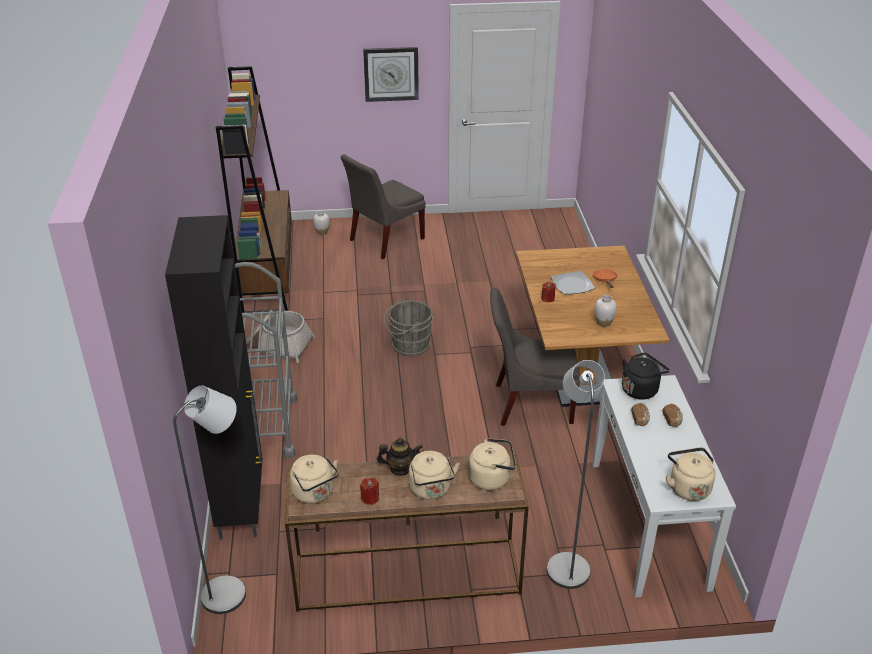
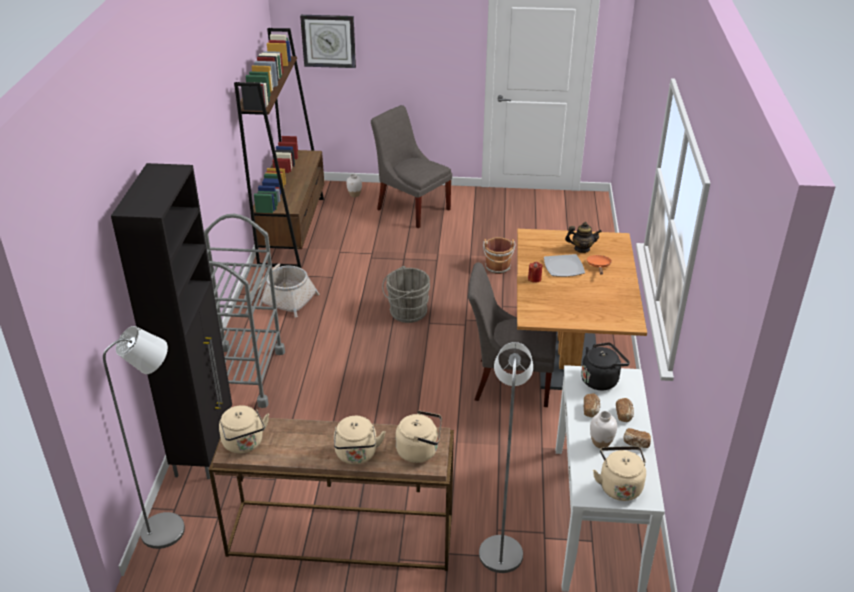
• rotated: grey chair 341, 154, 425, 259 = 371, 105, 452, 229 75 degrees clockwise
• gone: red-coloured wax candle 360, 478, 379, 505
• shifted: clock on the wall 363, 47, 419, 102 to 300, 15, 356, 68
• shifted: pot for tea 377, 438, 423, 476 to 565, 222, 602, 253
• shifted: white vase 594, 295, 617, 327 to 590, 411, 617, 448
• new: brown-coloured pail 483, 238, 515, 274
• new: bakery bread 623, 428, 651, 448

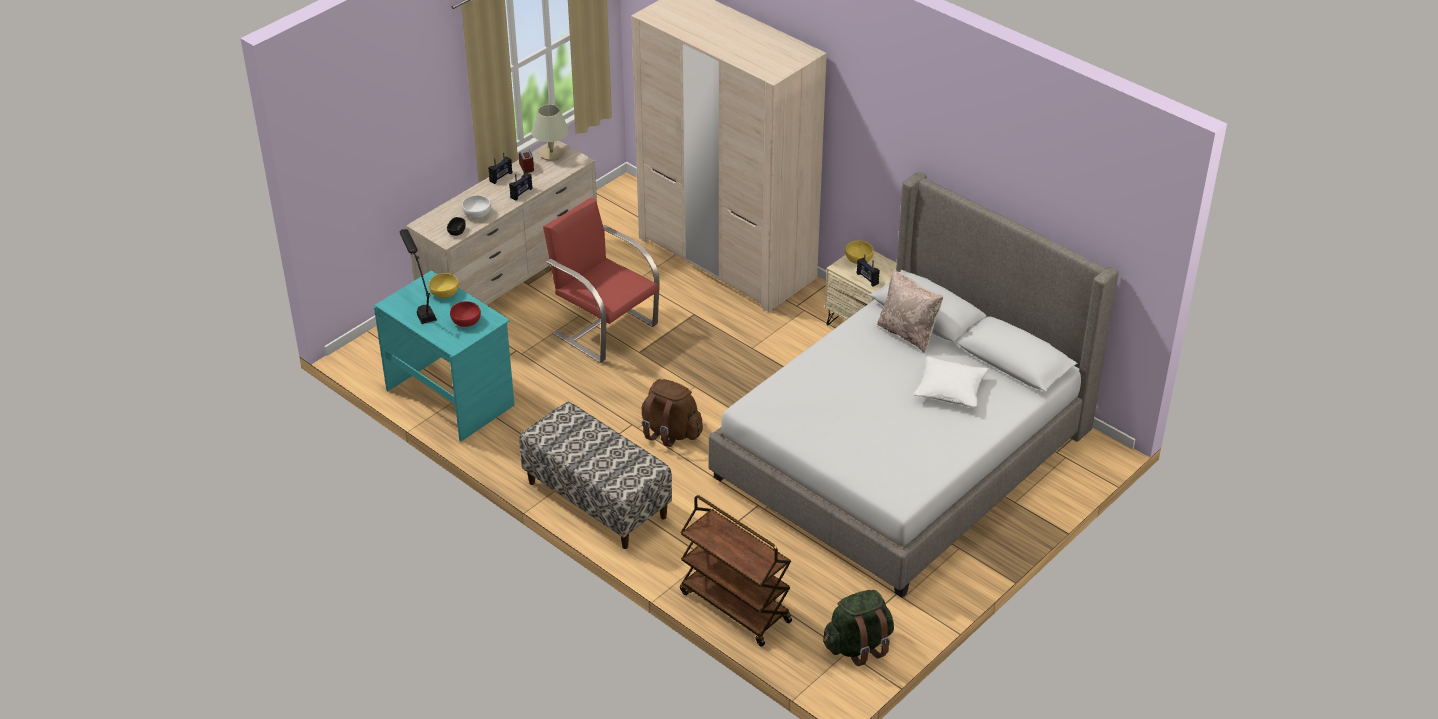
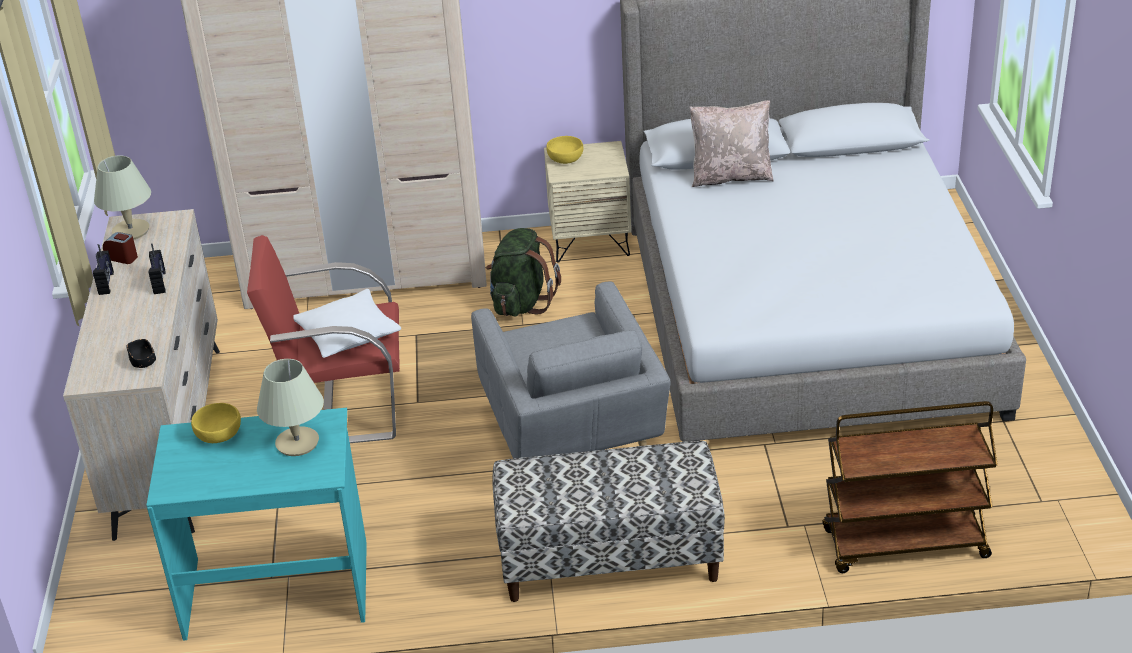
• gone: black-coloured table lamp 400, 229, 437, 324
• swapped: red-coloured deep dish 450, 301, 481, 327 to sand-coloured table lamp 257, 359, 324, 456
• gone: white deep dish 462, 195, 491, 219
• swapped: brown-coloured knapsack 642, 379, 703, 447 to grey easy chair 471, 282, 671, 460
• shifted: greenish knapsack 823, 590, 894, 666 to 486, 228, 561, 316
• gone: radio 857, 254, 880, 286
• shifted: white throw pillow 914, 356, 989, 408 to 293, 289, 401, 358

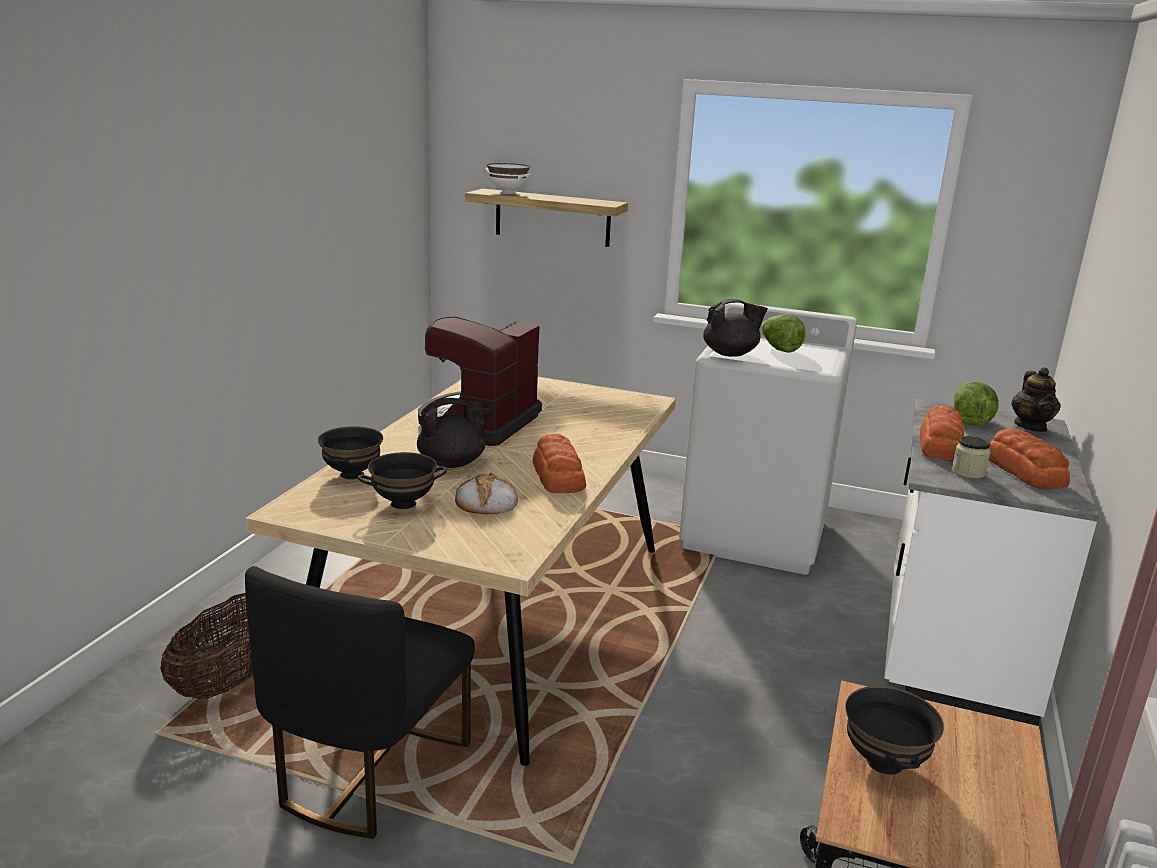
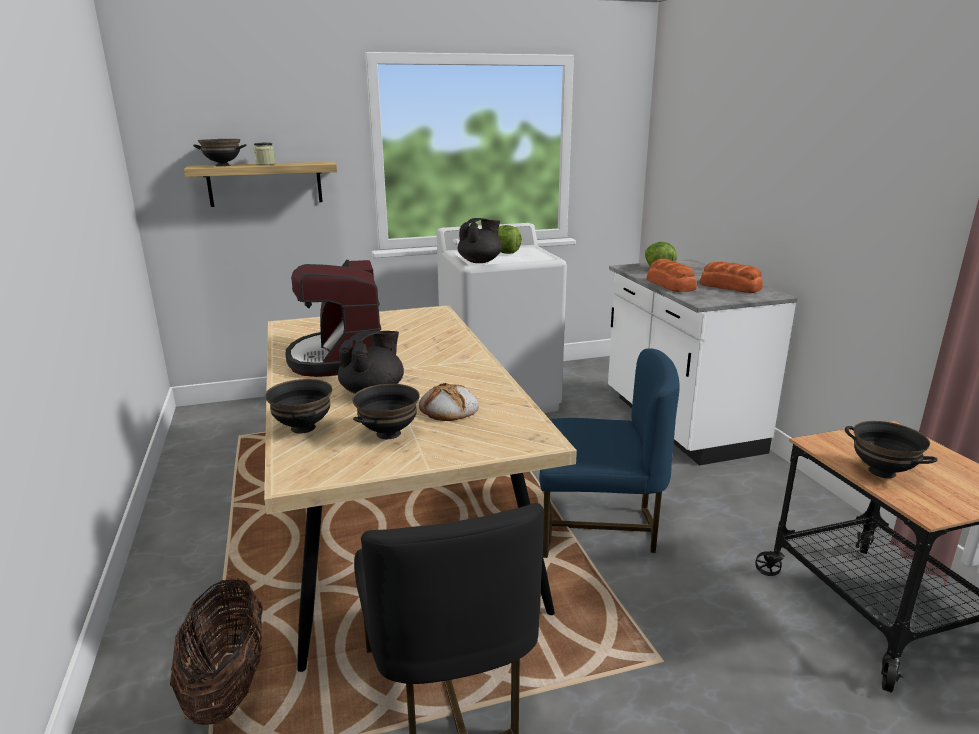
• repainted: white deep dish 485, 163, 532, 194 to black-coloured deep dish 193, 139, 247, 166
• gone: bakery bread 533, 434, 586, 493
• shifted: jar 952, 436, 990, 479 to 254, 143, 275, 165
• gone: pot for tea 1011, 367, 1061, 432
• new: bluish chair 539, 348, 680, 558

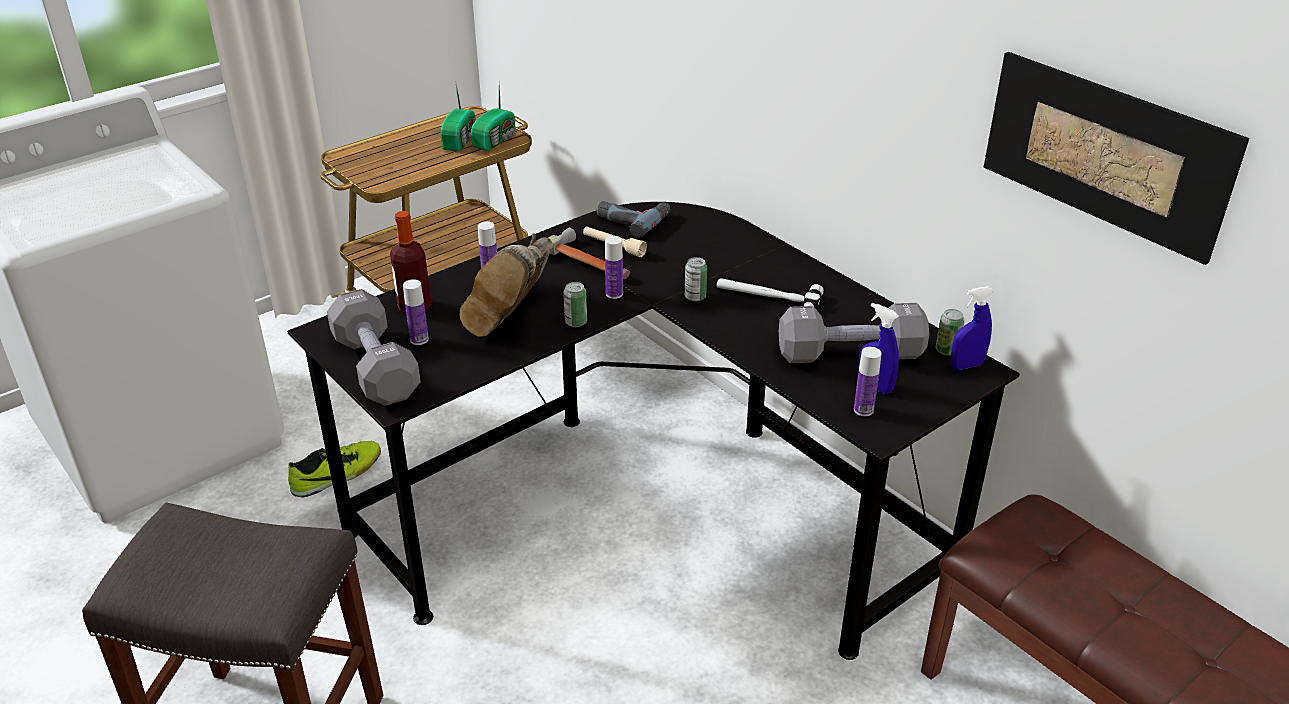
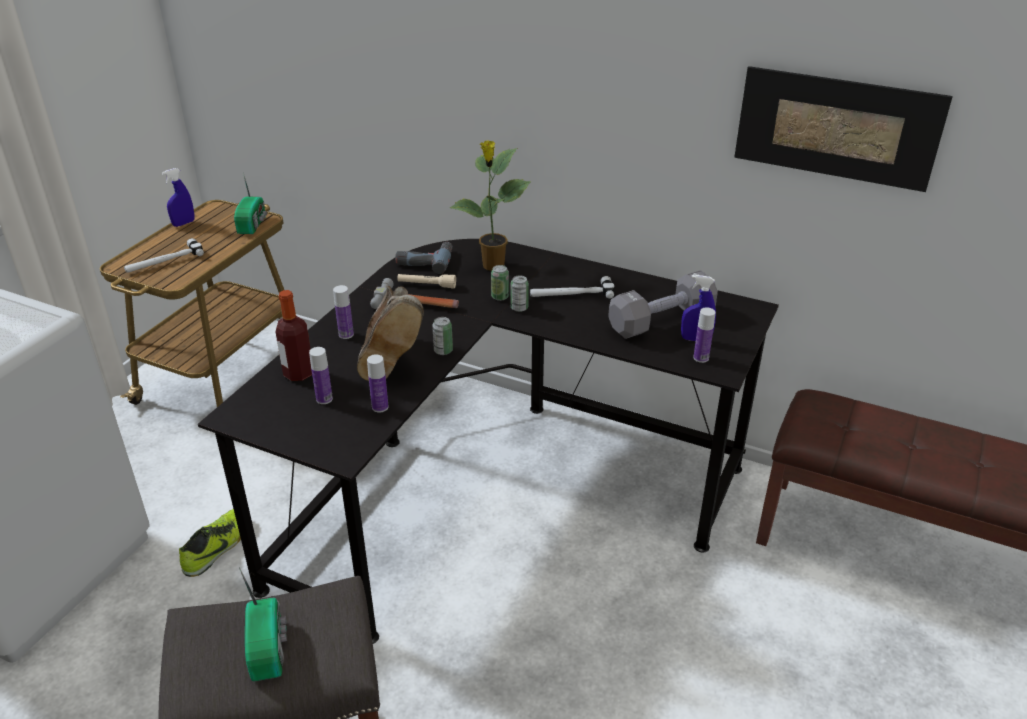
• gone: grey dumbbell 327, 289, 421, 406
• shifted: radio 440, 84, 476, 151 to 239, 567, 287, 681
• shifted: beverage bottle 605, 236, 623, 299 to 367, 354, 389, 412
• shifted: metal can 936, 309, 965, 356 to 491, 265, 509, 301
• shifted: bluish hand sprayer 951, 286, 994, 370 to 162, 168, 195, 227
• new: hand hammer 124, 238, 204, 273
• new: potted plant 450, 140, 530, 271

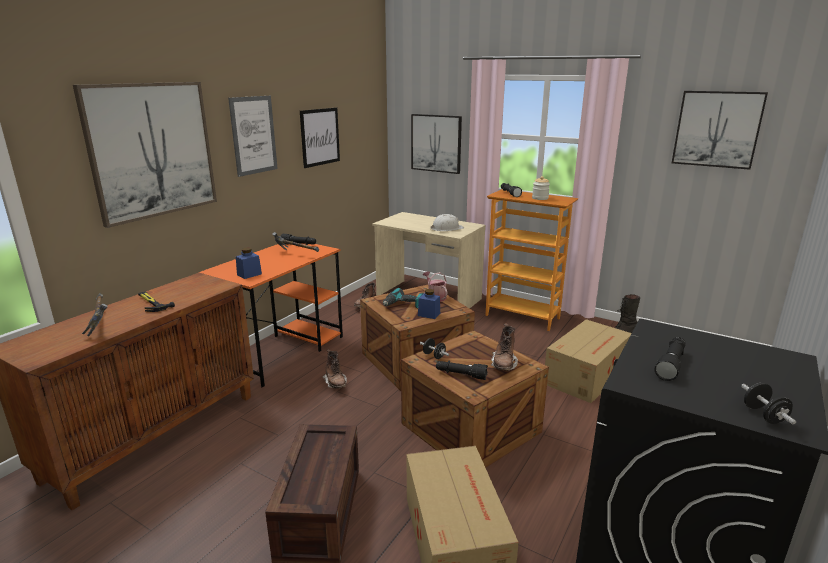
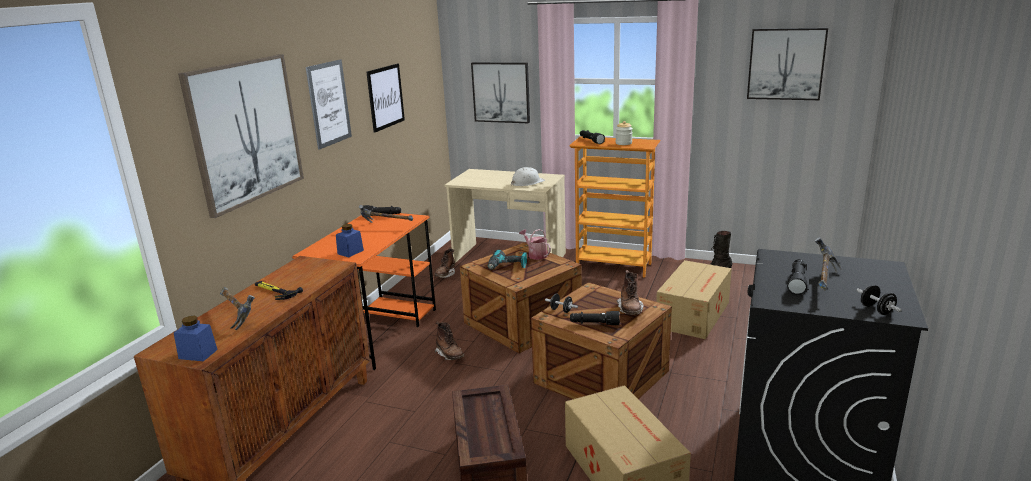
• shifted: bluish jar 418, 289, 440, 319 to 174, 316, 218, 361
• new: hand hammer 815, 237, 843, 291

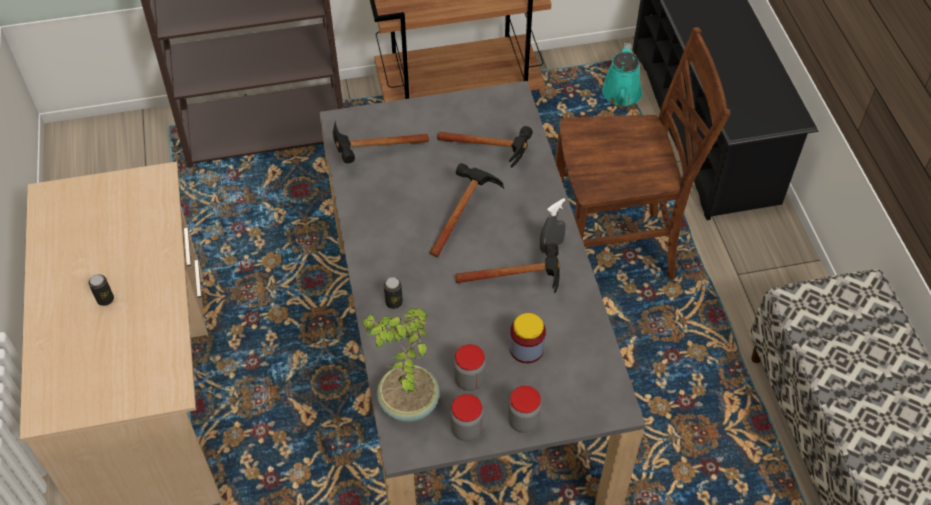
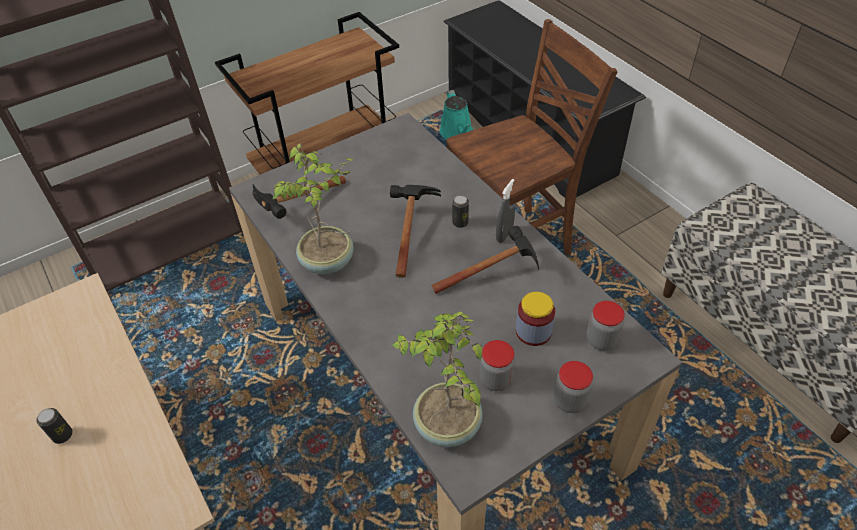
• shifted: metal can 384, 277, 403, 309 to 452, 195, 469, 228
• gone: hand hammer 437, 126, 533, 168
• shifted: jar 450, 394, 483, 441 to 586, 301, 625, 351
• new: potted plant 272, 143, 354, 274

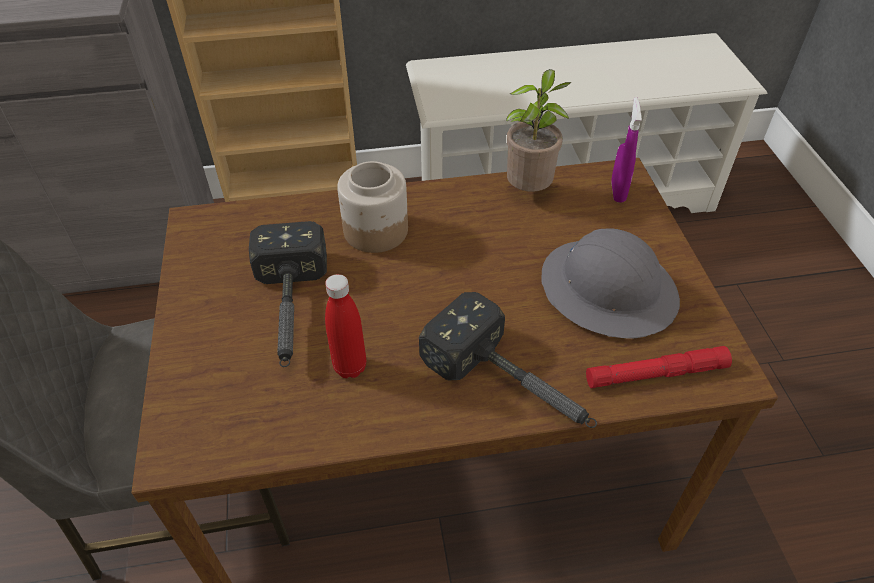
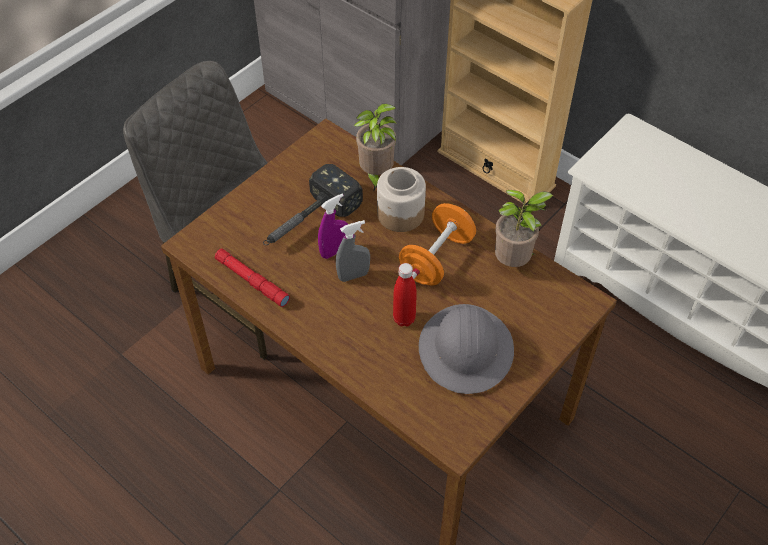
• shifted: red-coloured beverage bottle 325, 274, 366, 378 to 393, 263, 417, 327
• gone: hand hammer 419, 292, 597, 428
• shifted: red-coloured torch 586, 346, 732, 388 to 215, 249, 290, 307
• shifted: purple-coloured hand sprayer 611, 97, 642, 203 to 318, 194, 348, 259
• new: grey hand sprayer 336, 220, 370, 282
• new: potted plant 354, 104, 397, 190
• new: orangey dumbbell 399, 203, 476, 285

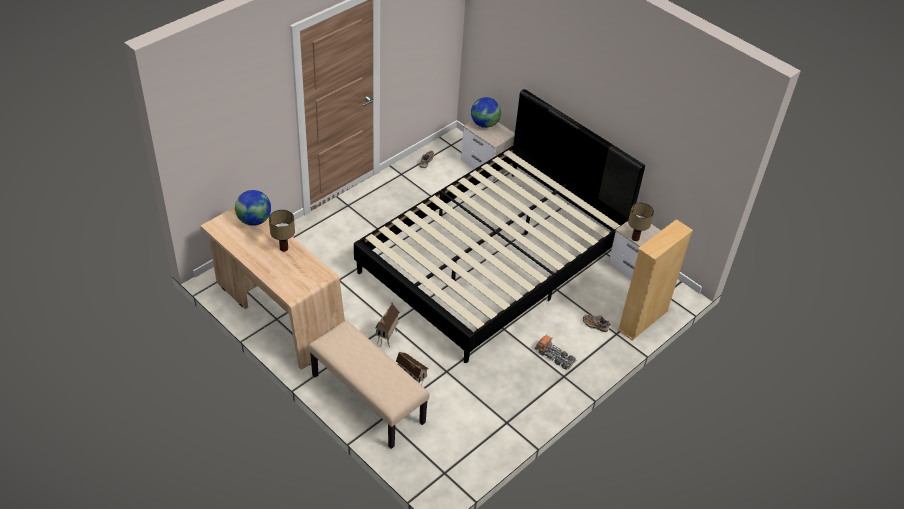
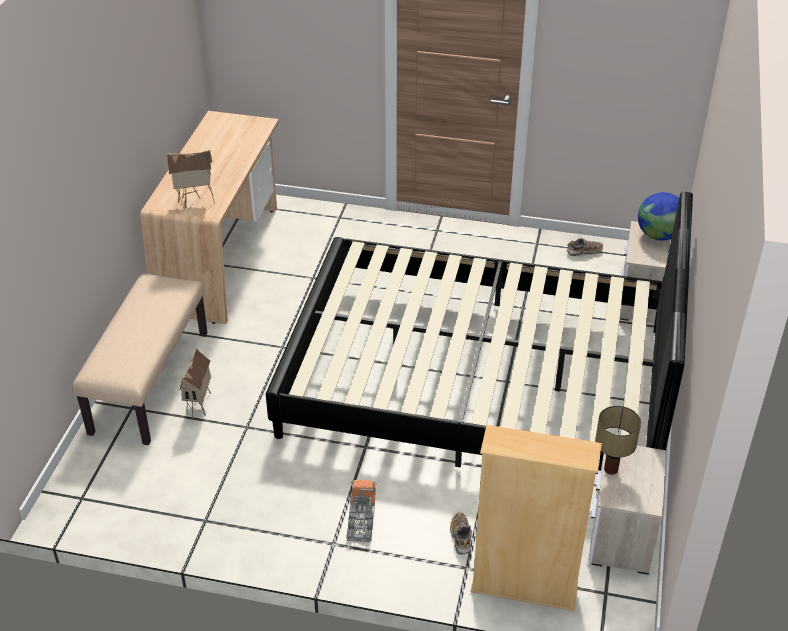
• gone: world globe 235, 190, 271, 226
• gone: table lamp 269, 210, 295, 252
• shifted: model house 375, 303, 400, 348 to 167, 150, 215, 208

